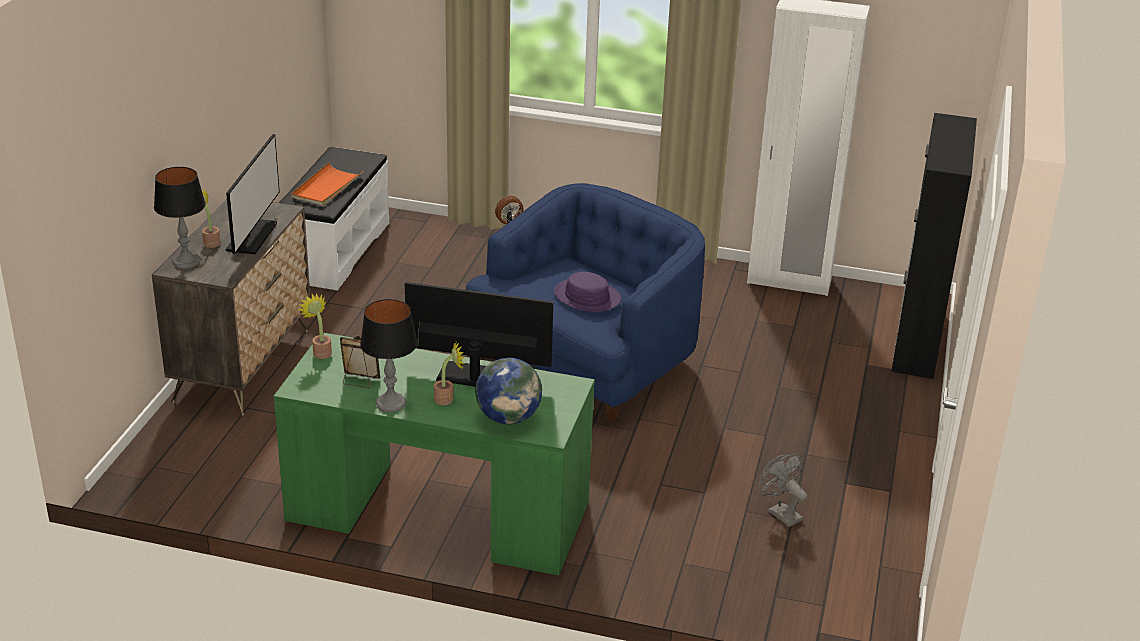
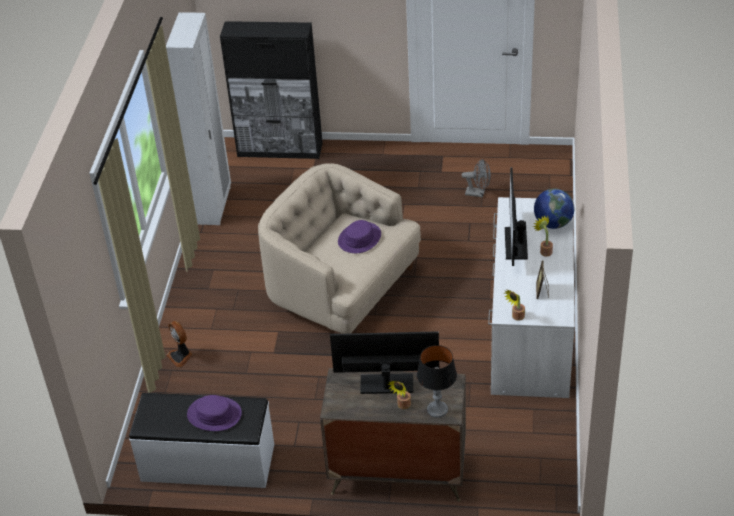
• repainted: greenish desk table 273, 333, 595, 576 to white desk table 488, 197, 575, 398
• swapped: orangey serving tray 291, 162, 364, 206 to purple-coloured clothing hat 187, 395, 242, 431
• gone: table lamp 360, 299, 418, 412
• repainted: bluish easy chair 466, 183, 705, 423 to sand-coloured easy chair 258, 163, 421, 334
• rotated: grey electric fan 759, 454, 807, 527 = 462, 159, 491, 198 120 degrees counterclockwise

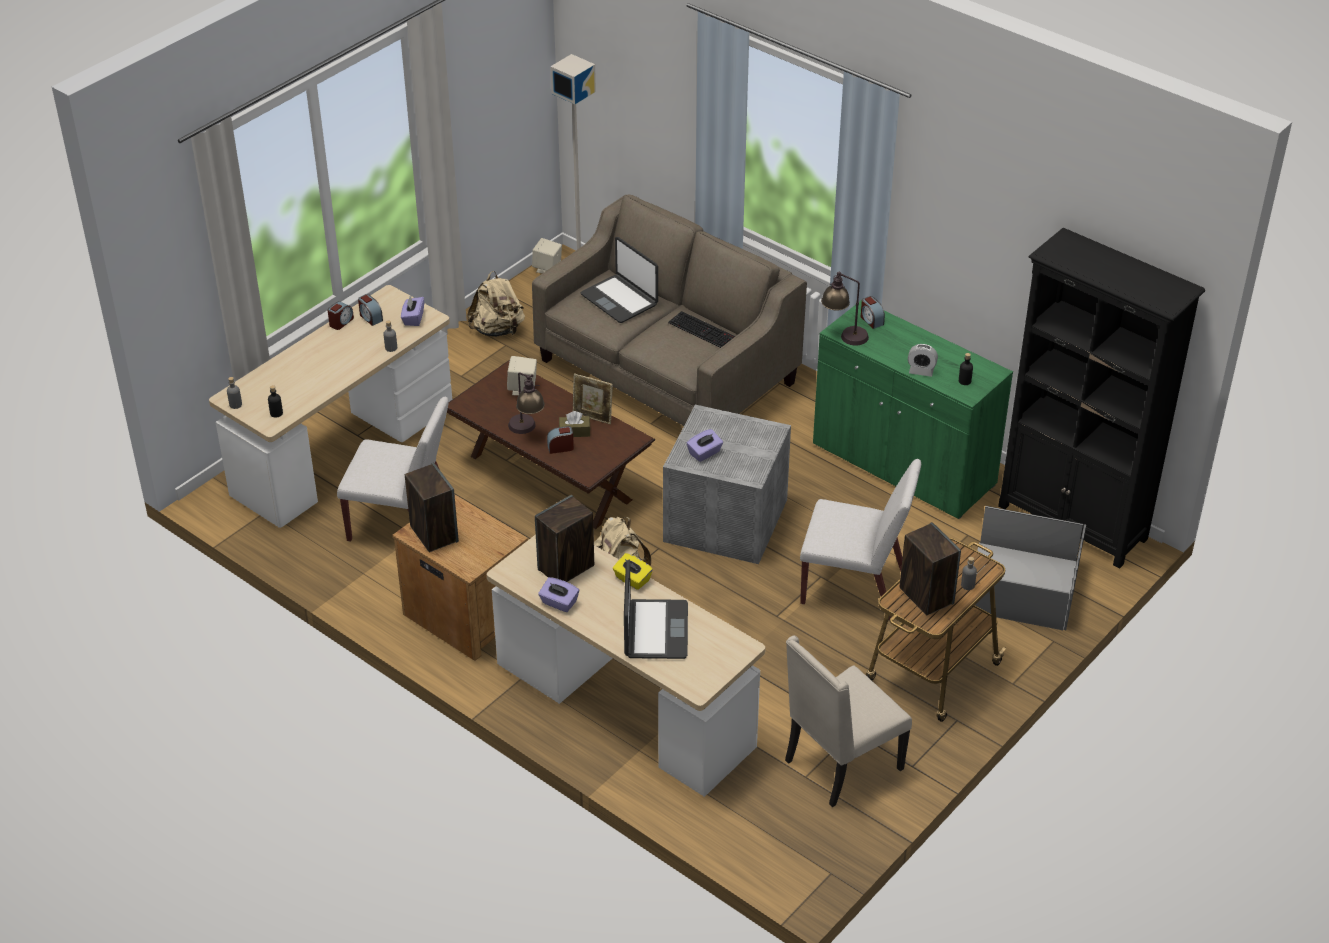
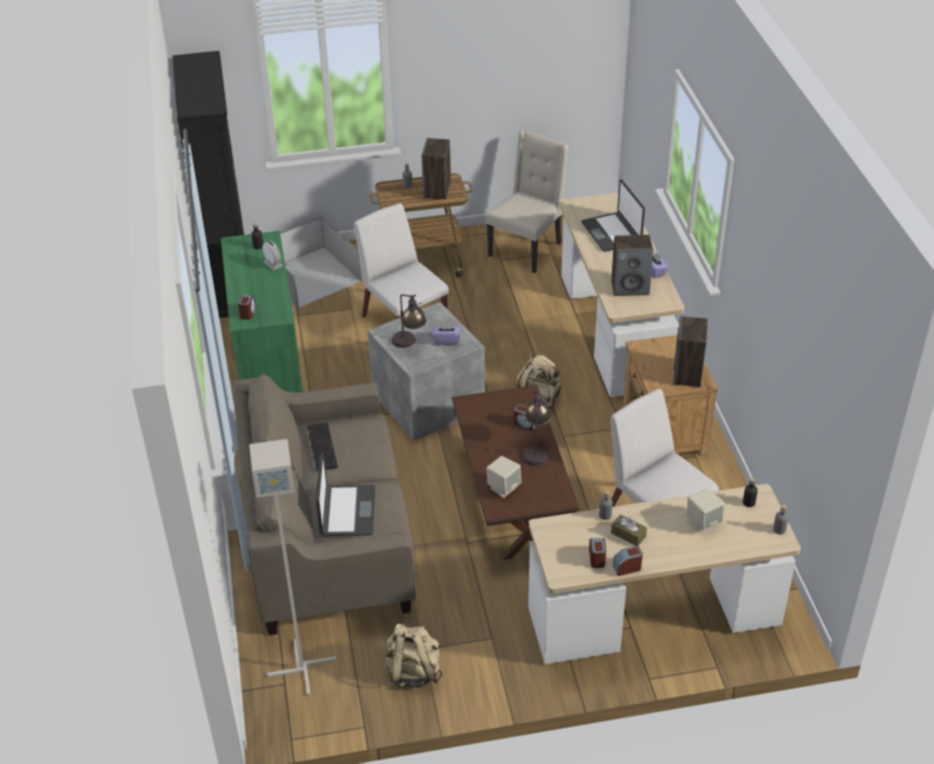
• gone: purple-coloured tissue holder 401, 296, 424, 326
• shifted: sand-coloured loudspeaker 532, 238, 562, 273 to 687, 488, 725, 533
• shifted: brown-coloured tissue holder 559, 411, 590, 437 to 611, 514, 647, 546
• gone: standing frame 573, 373, 613, 424
• gone: yellowish tissue holder 613, 553, 653, 590
• rotated: portable computer 624, 559, 688, 659 = 581, 179, 645, 252 60 degrees counterclockwise
• rotated: sand-coloured chair 785, 636, 912, 807 = 486, 130, 569, 273 60 degrees counterclockwise
• shifted: table lamp 821, 272, 869, 346 to 392, 294, 426, 348

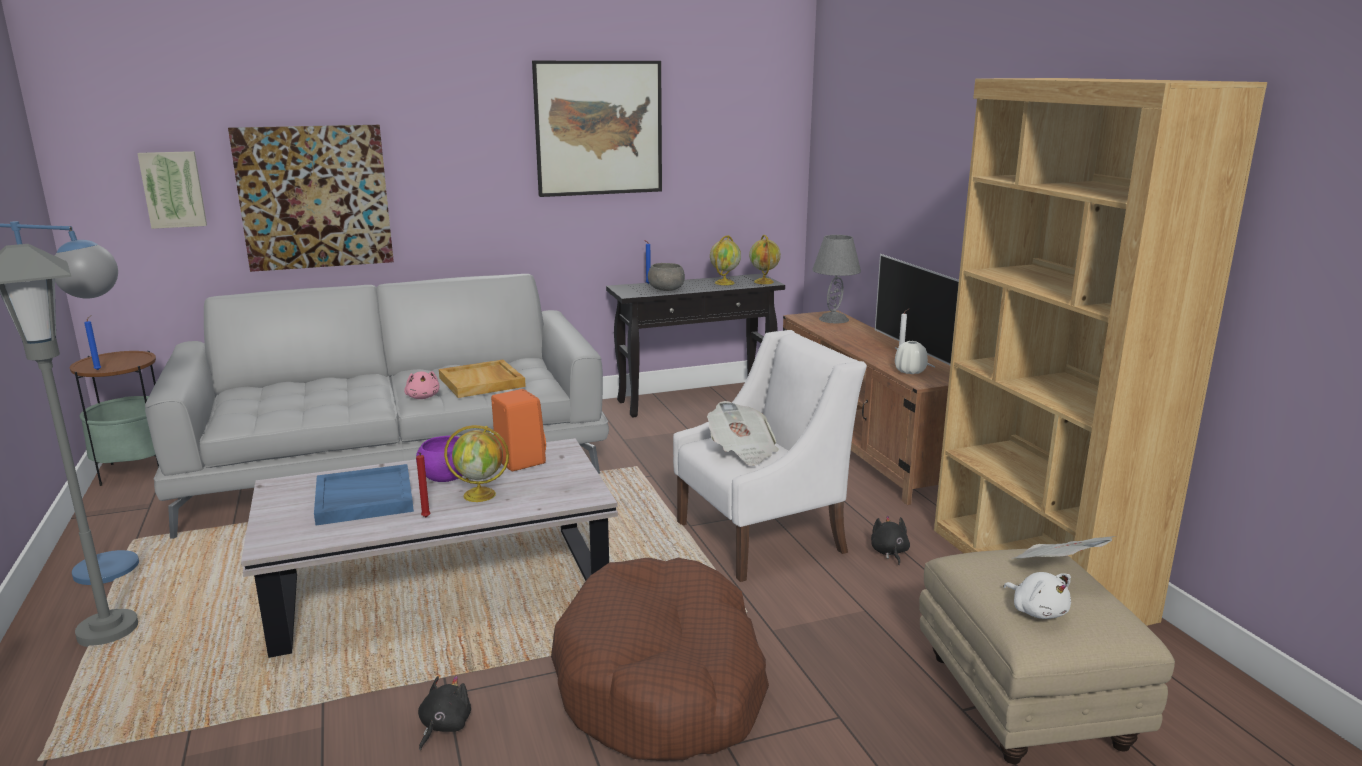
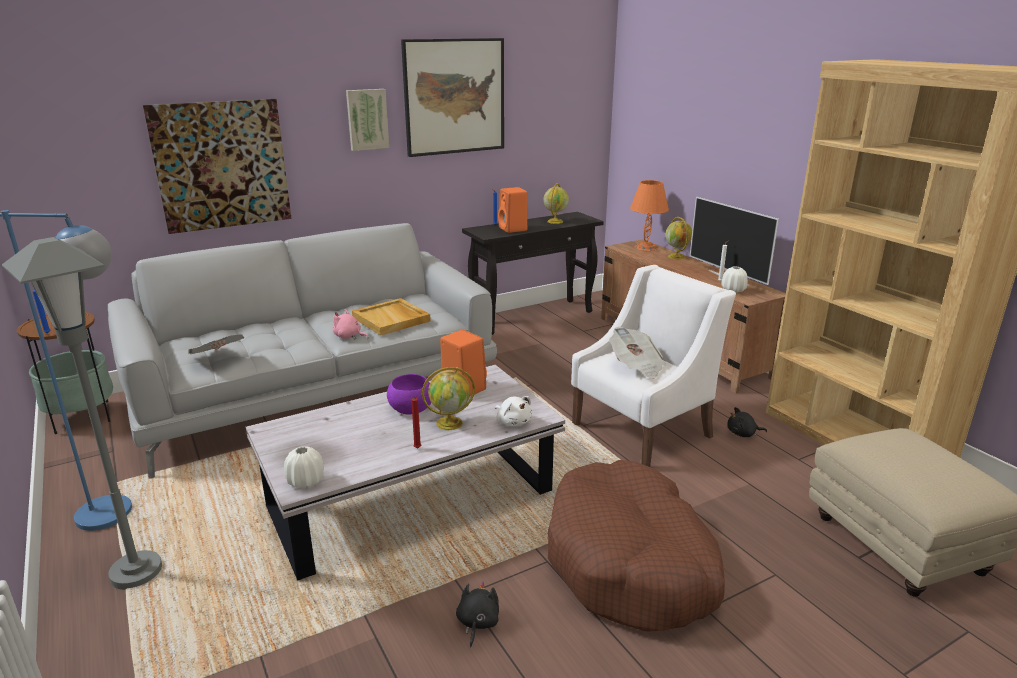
• shifted: wall picture 137, 151, 207, 229 to 346, 89, 389, 151
• gone: bluish serving tray 314, 464, 414, 525
• rotated: pinkish soft toy 404, 371, 440, 399 = 333, 309, 369, 339 150 degrees clockwise
• swapped: grey deep dish 648, 263, 685, 291 to orangey loudspeaker 498, 187, 527, 233
• shifted: world globe 749, 235, 781, 284 to 665, 217, 692, 260
• repainted: grey table lamp 812, 235, 861, 323 to orangey table lamp 630, 180, 669, 251
• rotated: black-coloured soft toy 871, 516, 910, 565 = 727, 407, 767, 437 75 degrees counterclockwise
• shifted: white soft toy 1003, 572, 1071, 619 to 495, 396, 532, 426
• shifted: printed paper 1010, 536, 1115, 559 to 188, 334, 244, 354
• new: white vase 284, 446, 324, 489

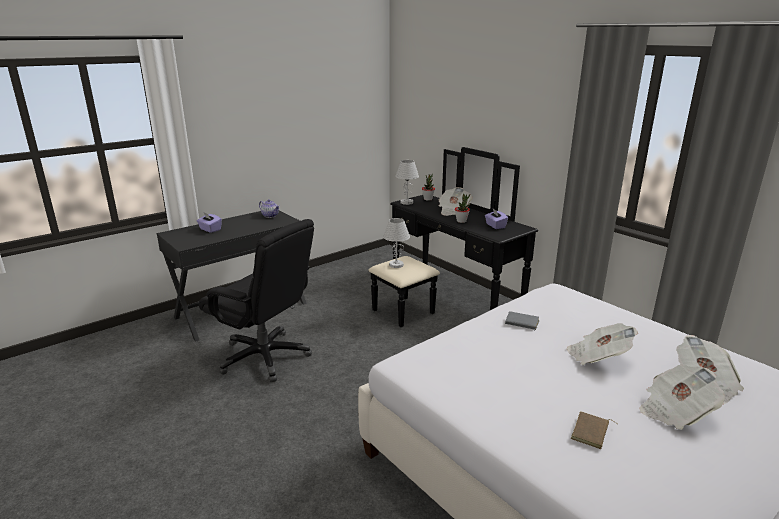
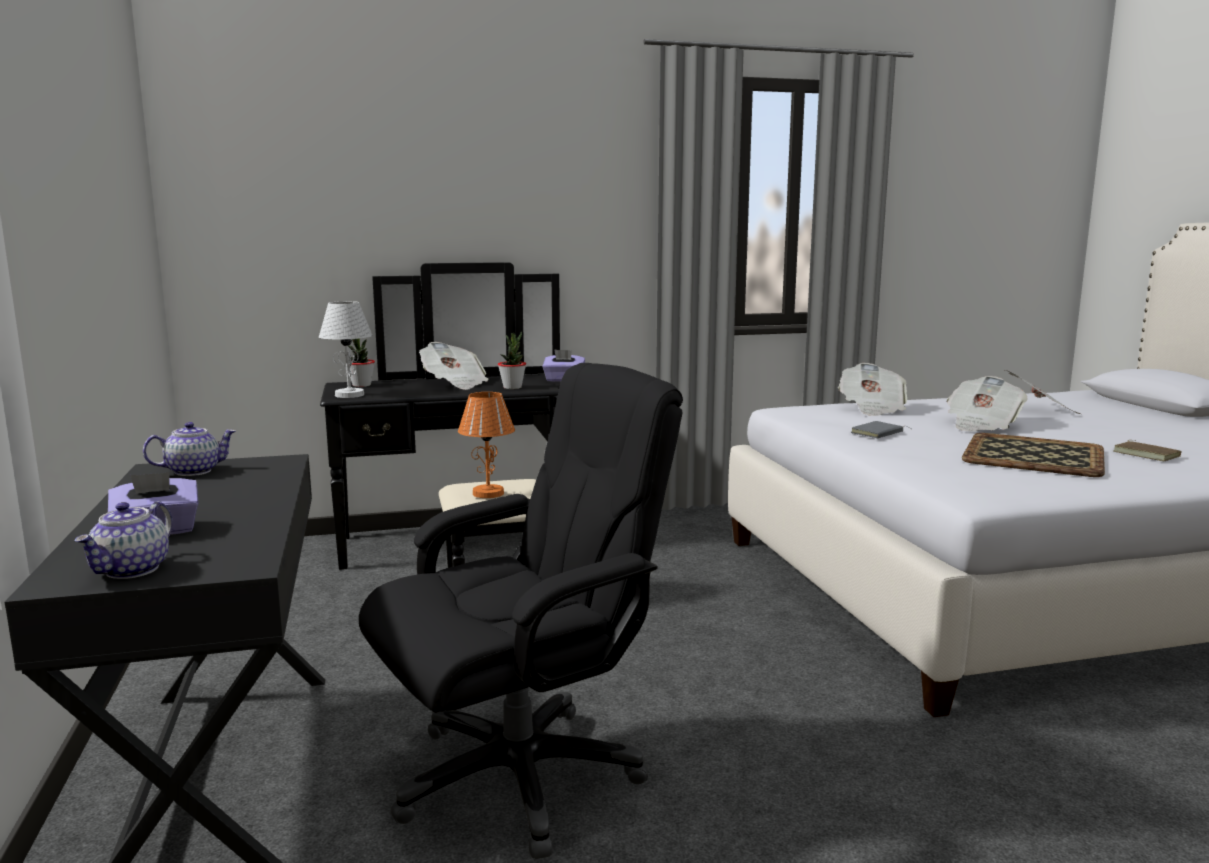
• repainted: white table lamp 383, 218, 410, 268 to orangey table lamp 458, 392, 515, 498
• shifted: printed paper 639, 364, 725, 430 to 838, 363, 907, 416
• new: pot for tea 75, 501, 173, 579
• new: serving tray 962, 433, 1105, 477

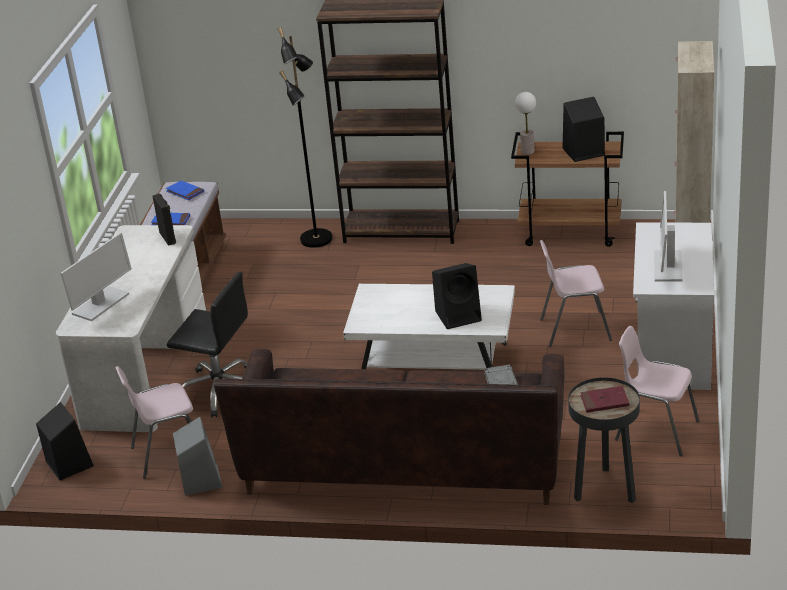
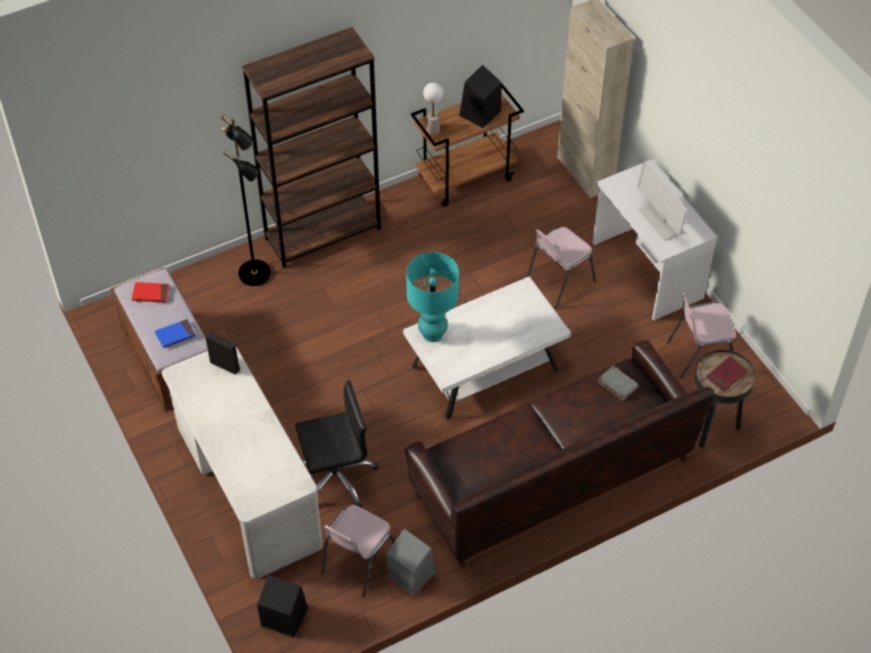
• gone: computer screen 60, 233, 132, 321
• repainted: bluish volume 166, 180, 204, 200 to red-coloured volume 132, 282, 169, 303
• gone: black-coloured loudspeaker 432, 263, 482, 329
• new: blue-green table lamp 406, 252, 459, 342

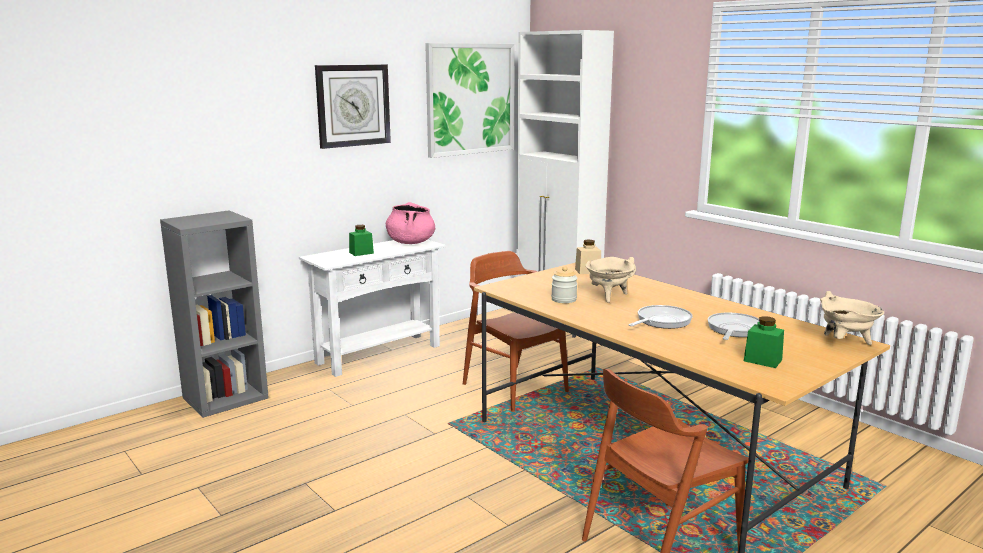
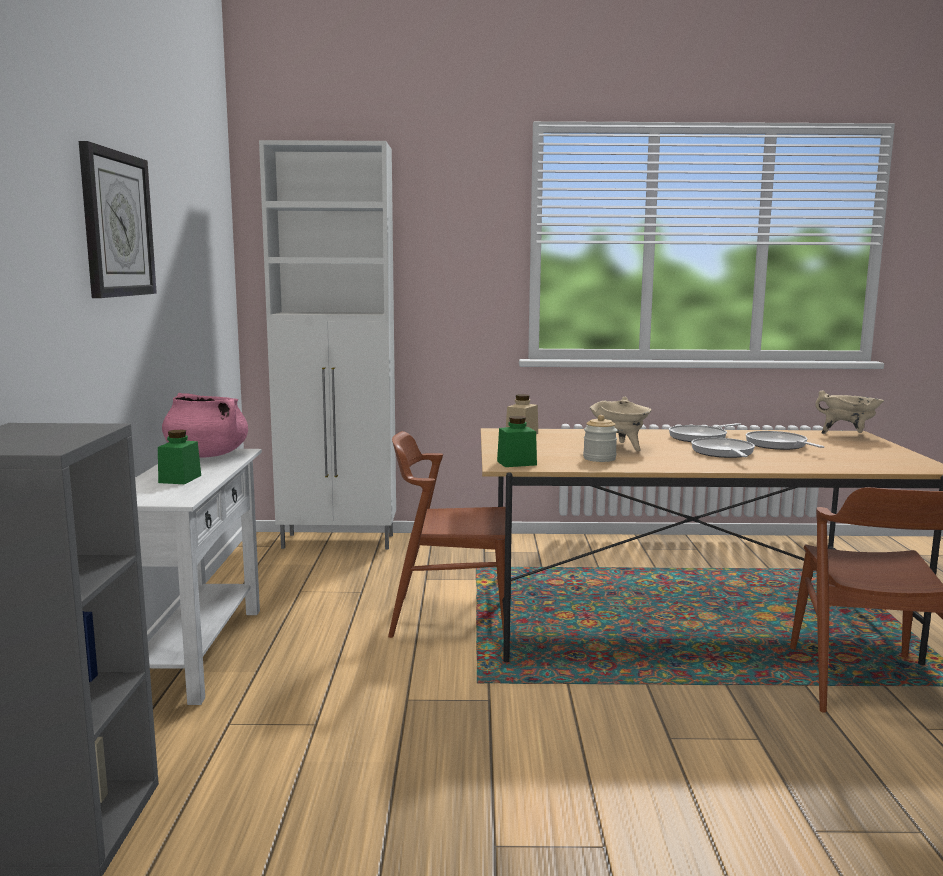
• gone: wall picture 425, 43, 515, 158
• shifted: greenish jar 744, 316, 784, 368 to 497, 416, 537, 467
• new: skillet 669, 423, 741, 442

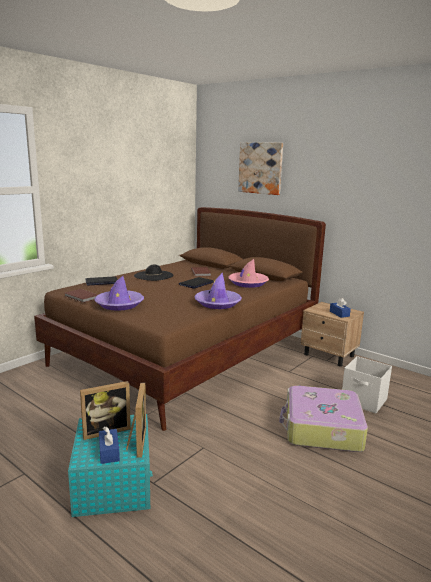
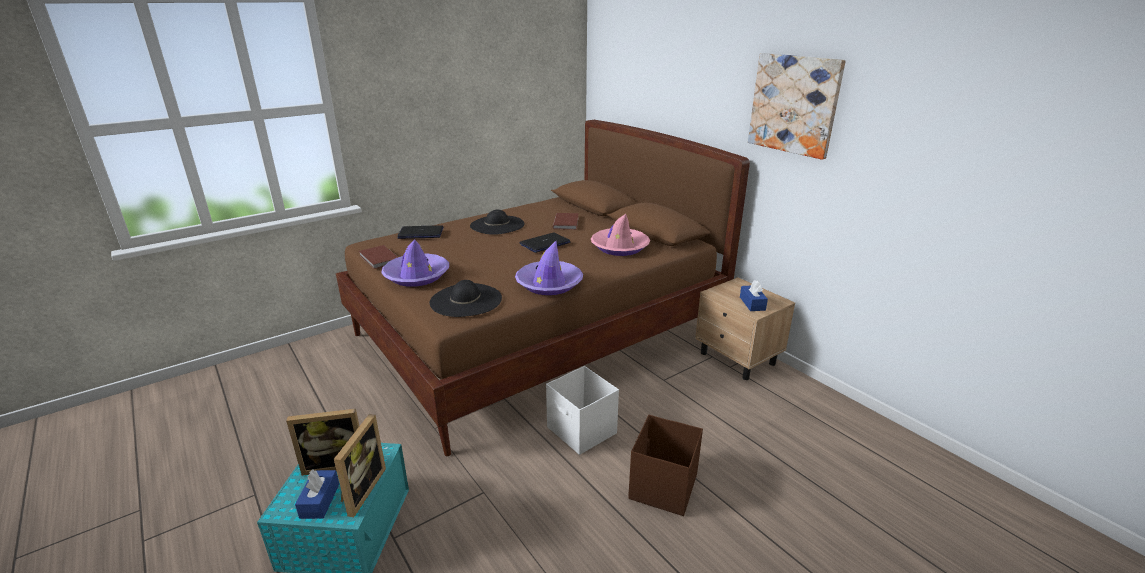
• shifted: wall picture 238, 142, 283, 195 to 748, 53, 846, 160
• swapped: piece of luggage 279, 385, 368, 452 to brown-coloured storage bin 628, 415, 703, 516
• shifted: white storage bin 342, 356, 392, 414 to 546, 366, 619, 455
• new: black-coloured clothing hat 430, 280, 502, 317

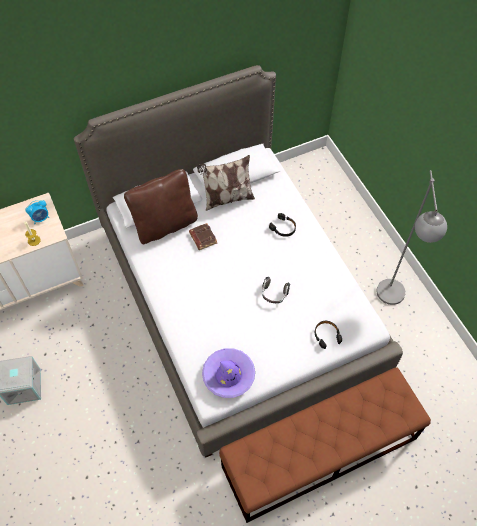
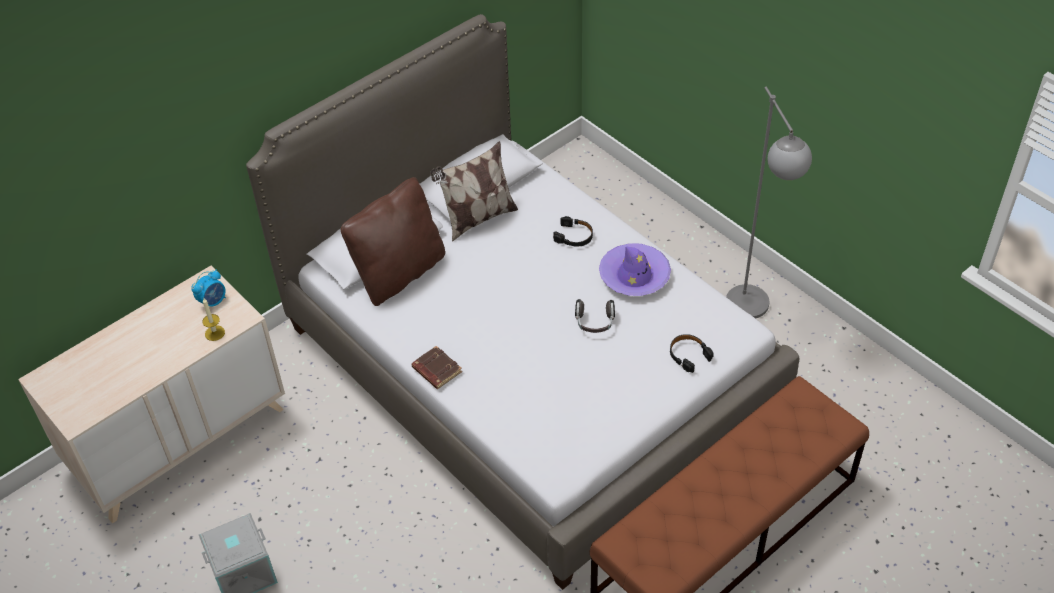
• shifted: brown-coloured volume 189, 223, 217, 250 to 411, 346, 462, 389
• shifted: purple-coloured clothing hat 202, 348, 255, 398 to 599, 243, 671, 296

